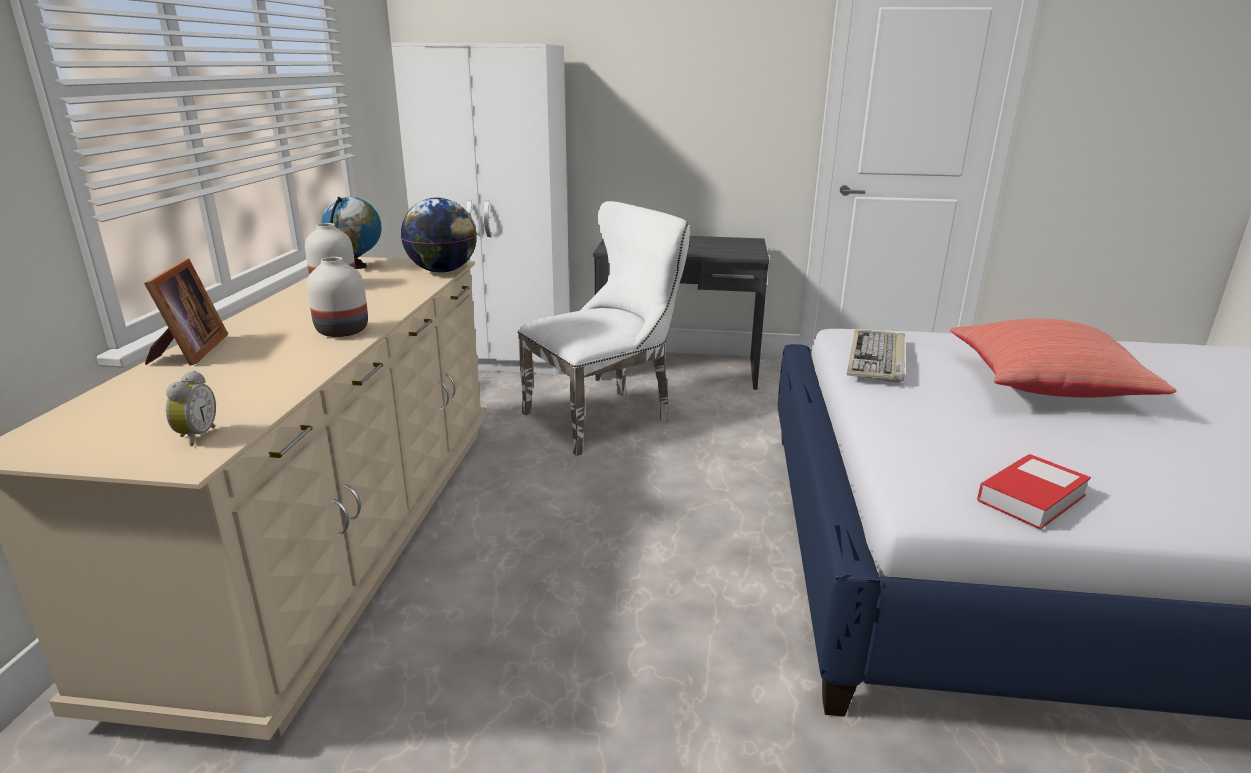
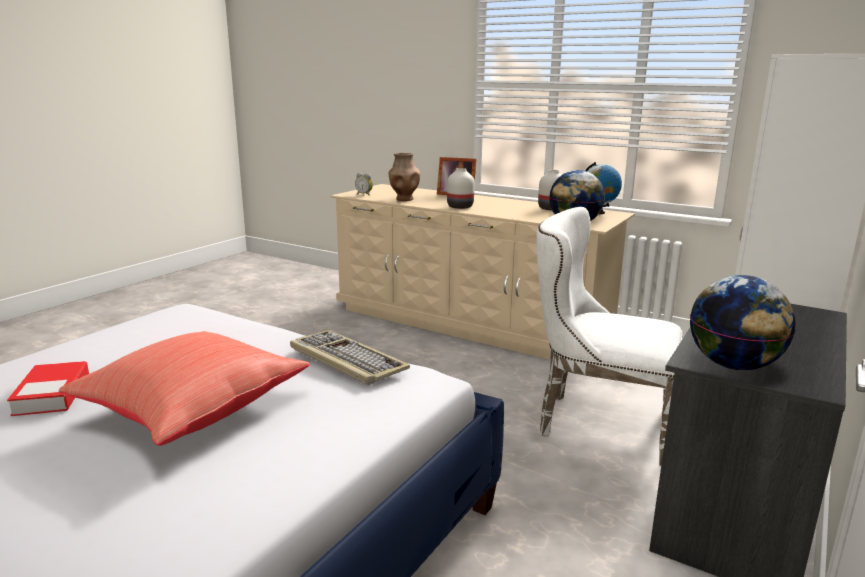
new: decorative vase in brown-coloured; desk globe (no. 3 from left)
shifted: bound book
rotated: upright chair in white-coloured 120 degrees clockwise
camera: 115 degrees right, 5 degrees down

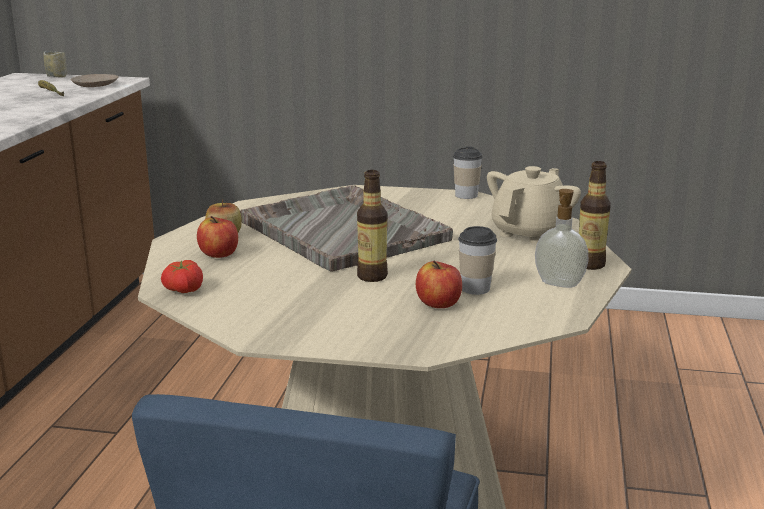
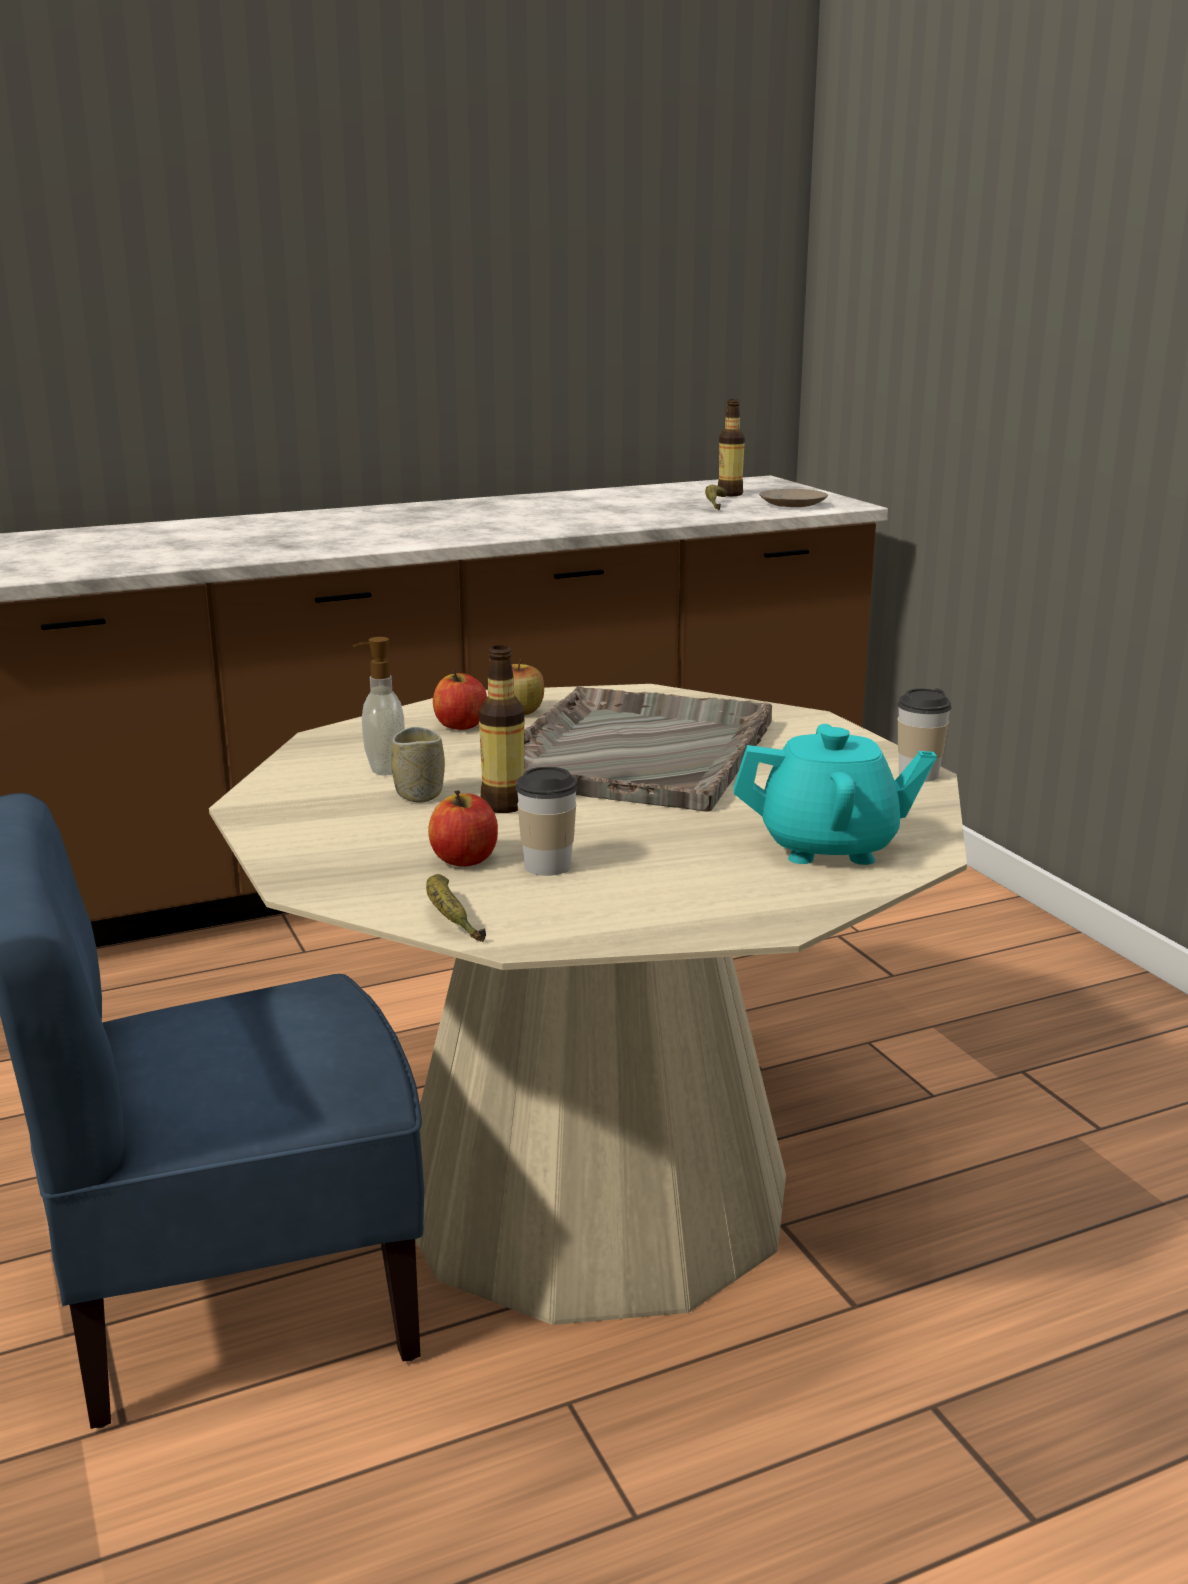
gone: tomato
new: banana (no. 1 from left)
shifted: soap bottle; cup (no. 1 from left); bottle (no. 2 from left)
repainted: pot for tea in beige-coloured to pot for tea in turquoise
camera: 55 degrees right, 0 degrees up

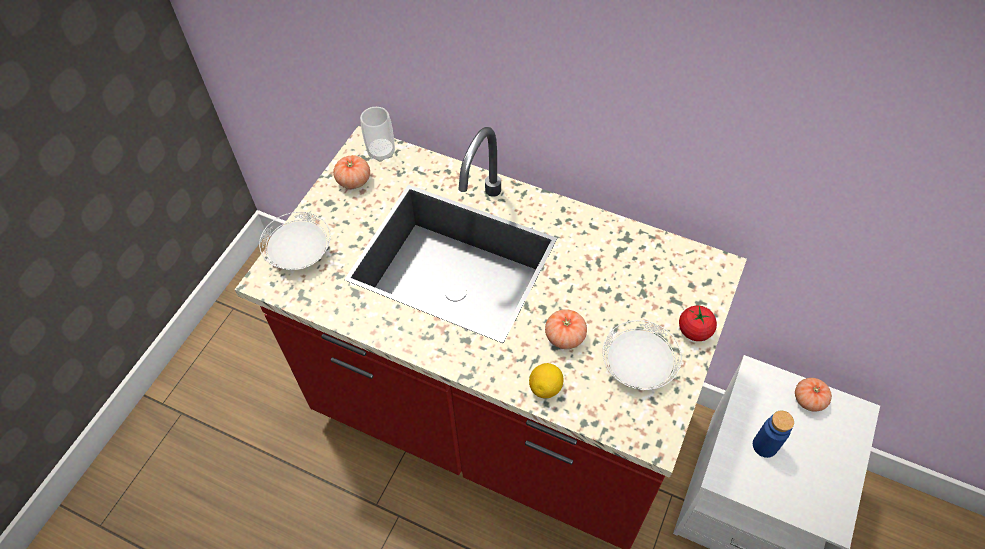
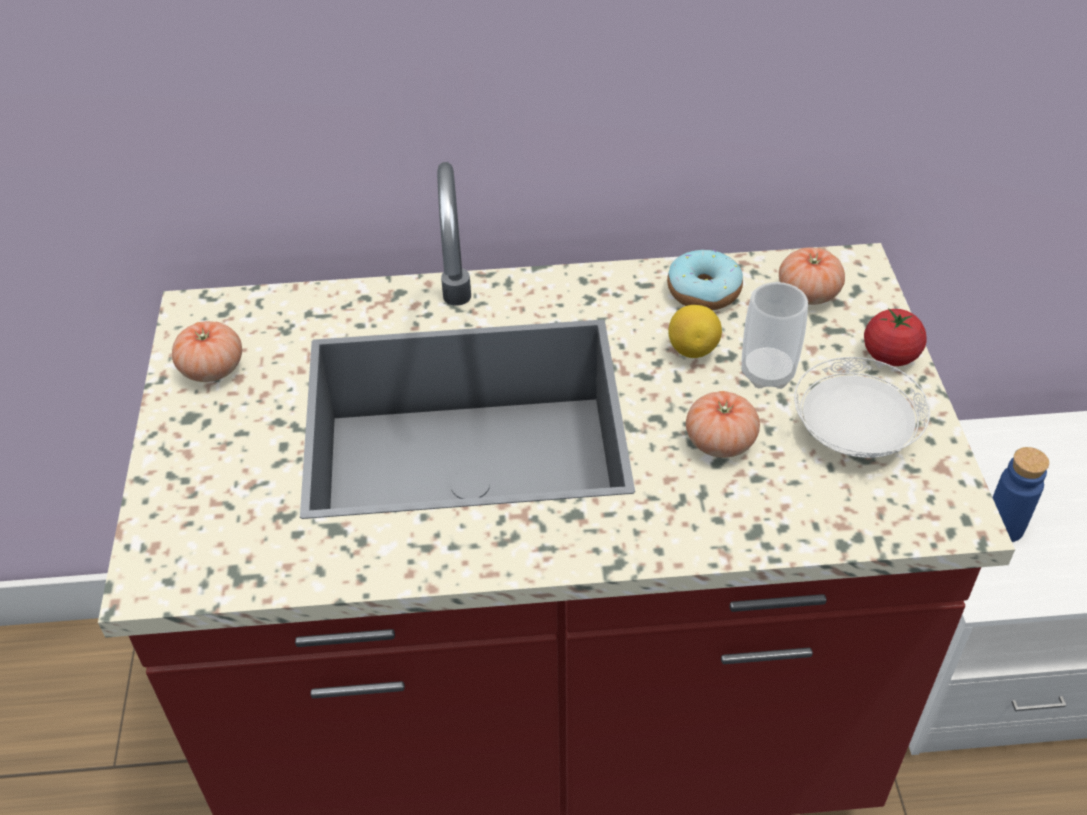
gone: flat dish in white-coloured (no. 1 from left)
new: doughnut
shifted: citrus fruit; cup; tomato (no. 4 from left in the first image) to tomato (no. 3 from left)
camera: 30 degrees left, 10 degrees down

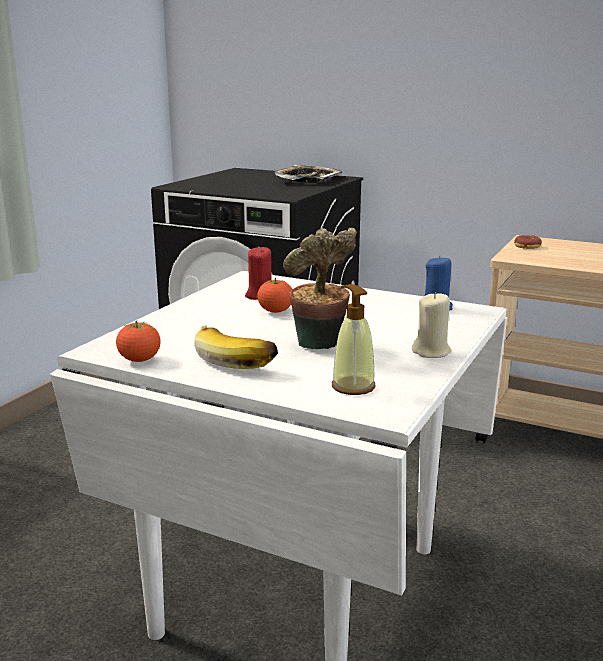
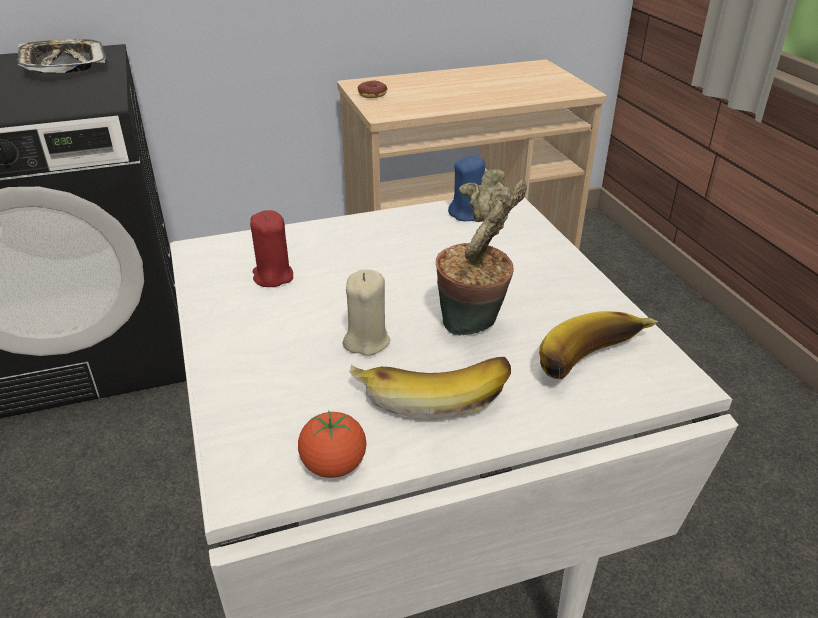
gone: tomato (no. 2 from left)
shifted: candle in beige-coloured
swapped: soap bottle to banana (no. 2 from left)
camera: 45 degrees left, 15 degrees up

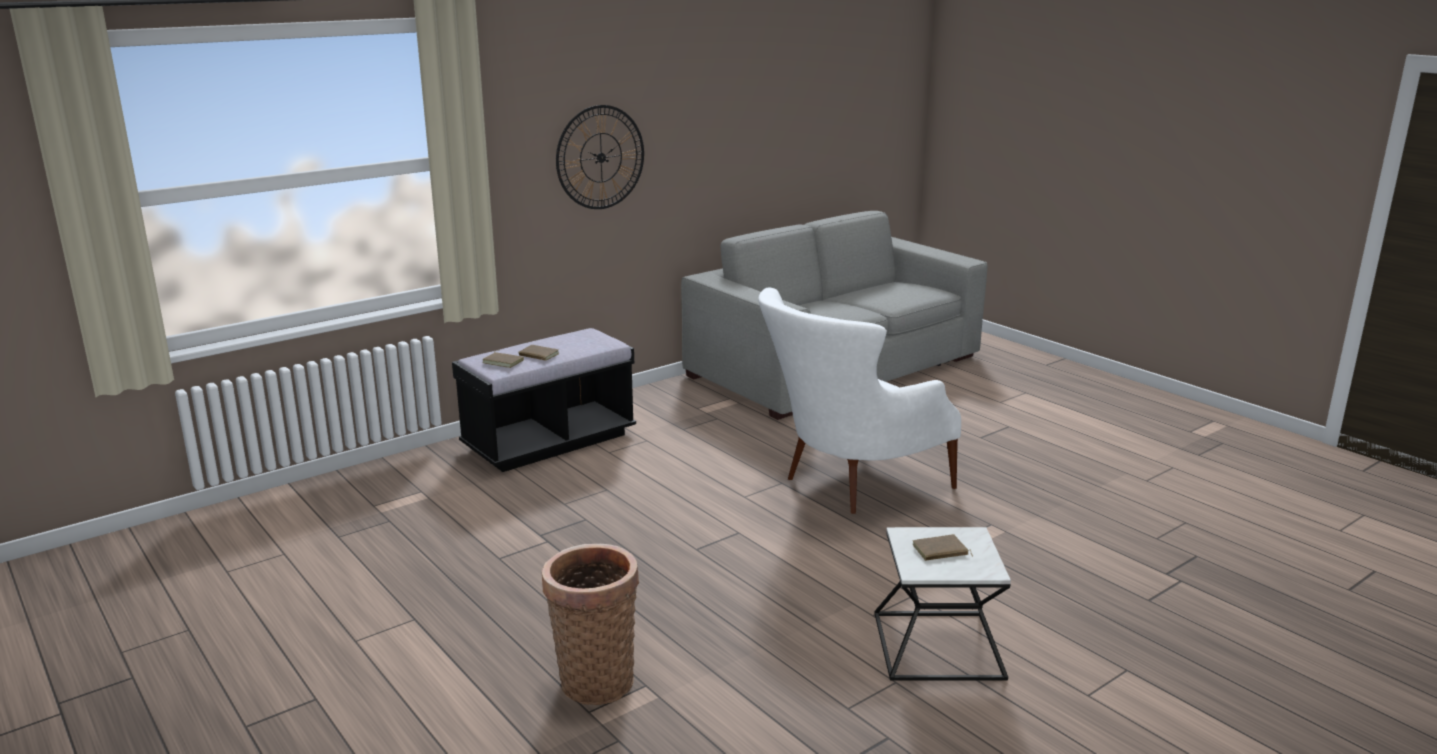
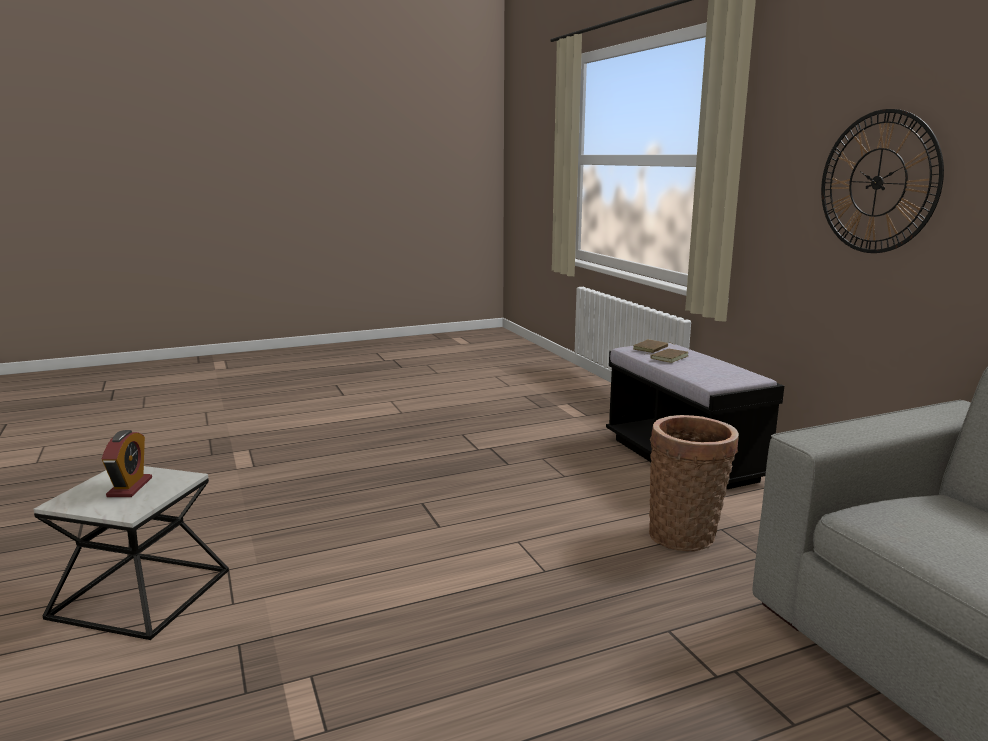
gone: easy chair in white-coloured
shifted: basket
swapped: bound book in brown-coloured (no. 3 from left) to alarm clock
camera: 105 degrees right, 5 degrees down

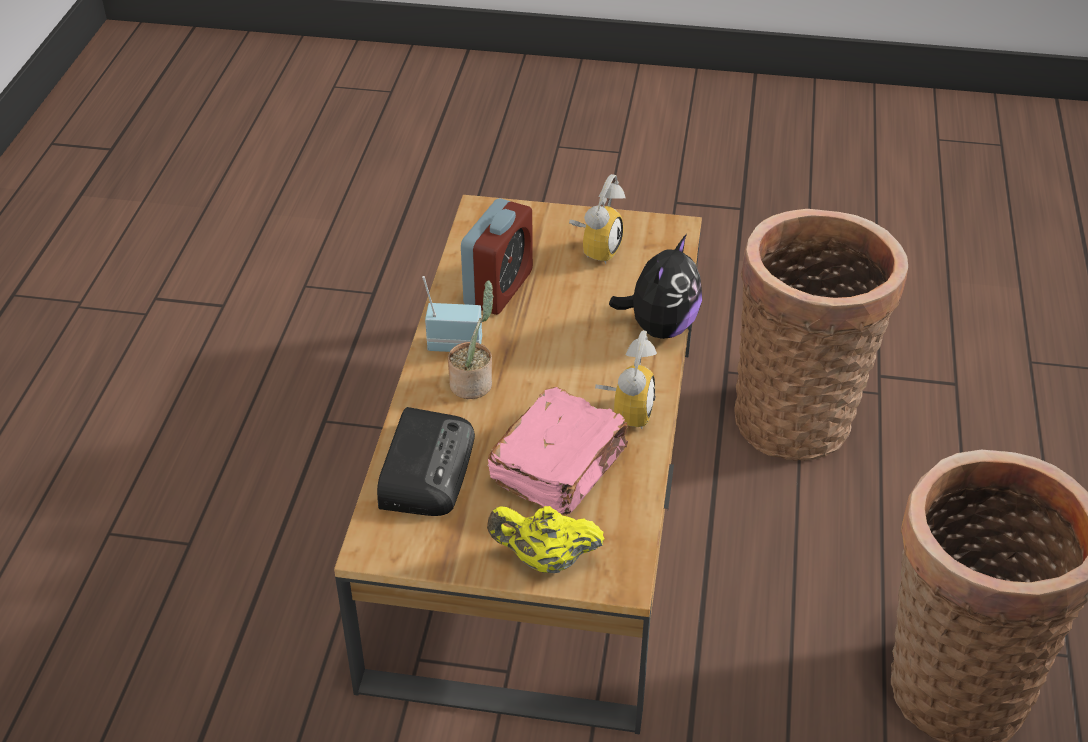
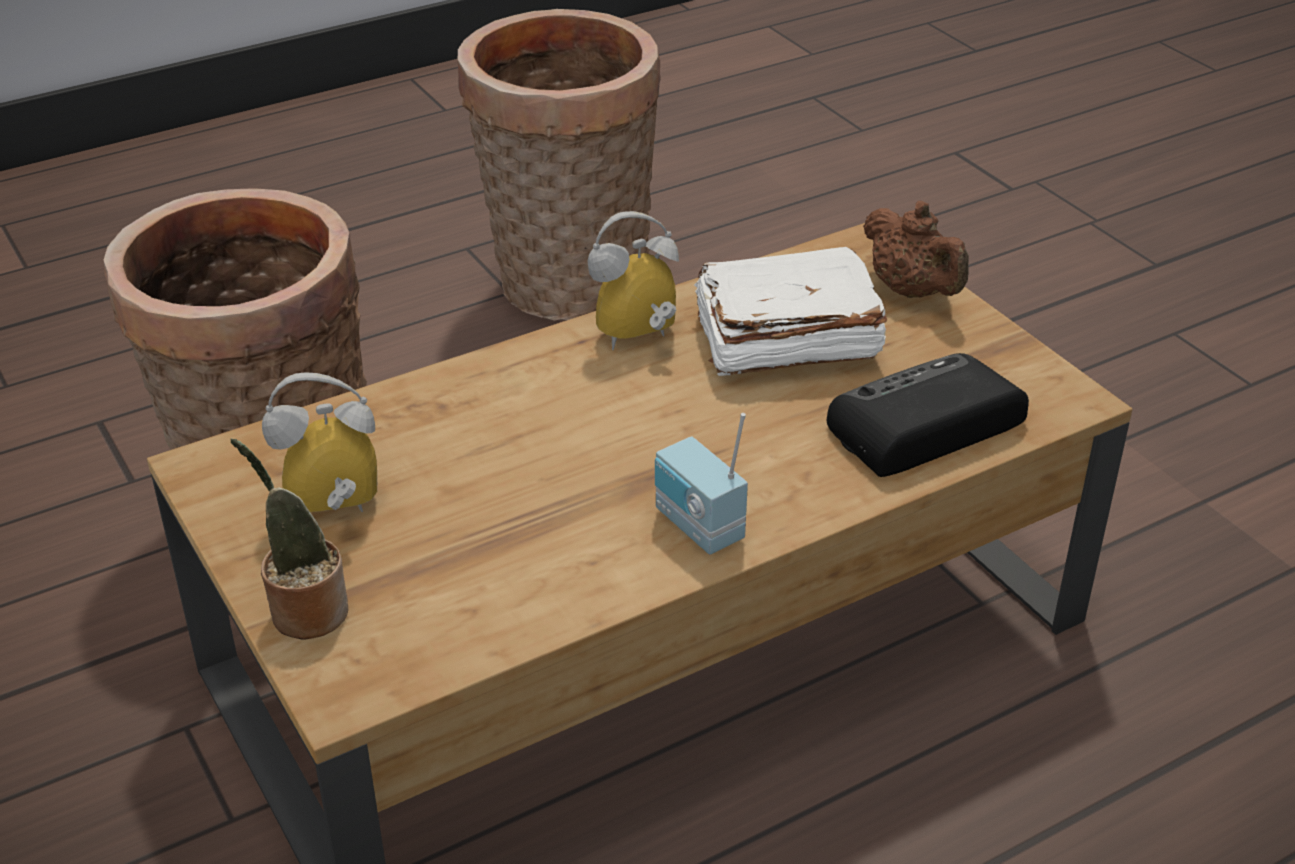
gone: alarm clock (no. 1 from left); cuddly toy
shifted: plant in a pot
repainted: bound book in pinkish to bound book in white-coloured; pot for tea in yellowish to pot for tea in brown-coloured
camera: 130 degrees left, 5 degrees down

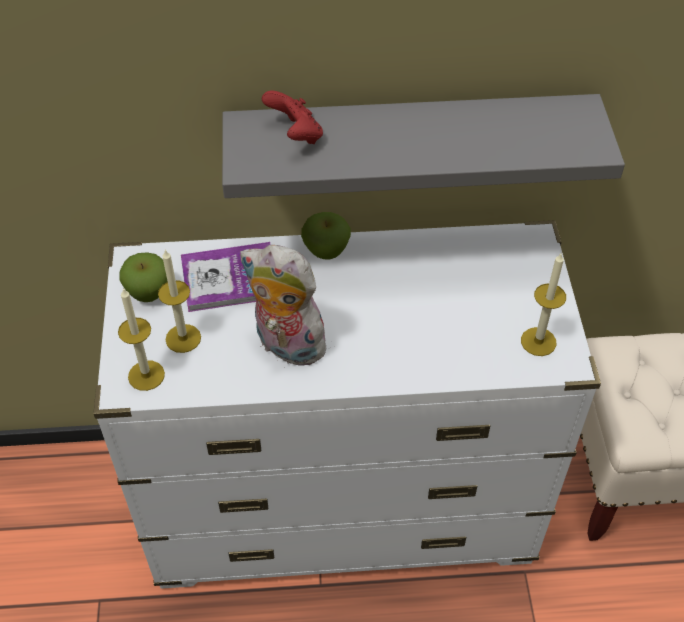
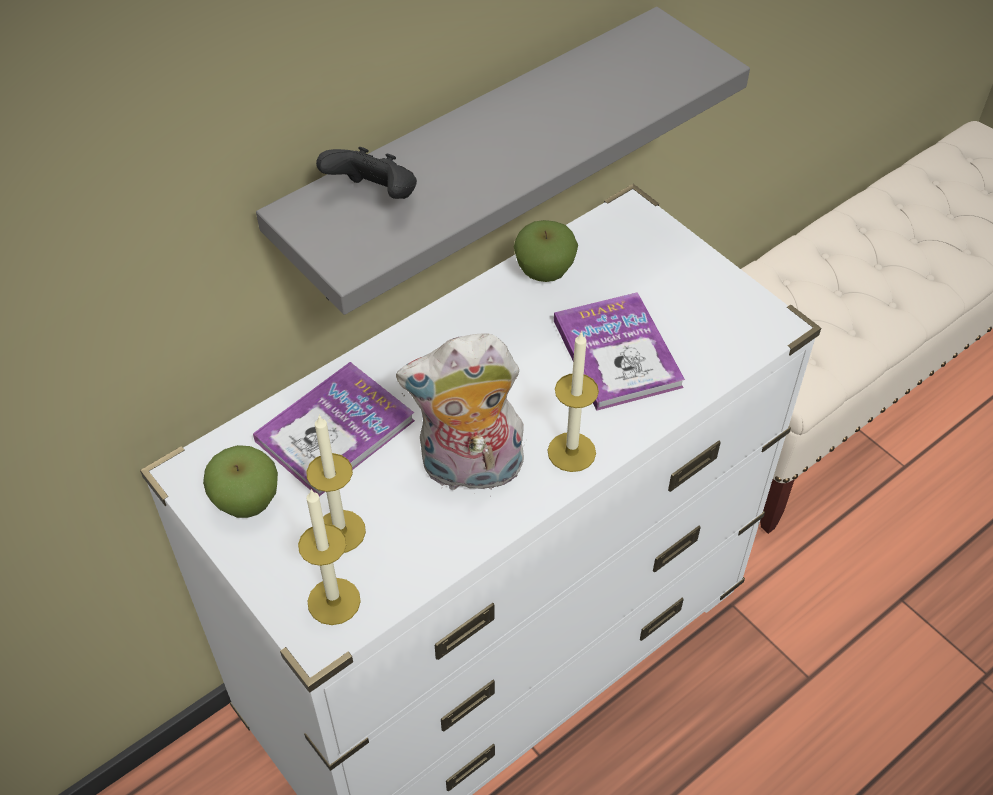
new: bound book (no. 2 from left)
shifted: apple fruit (no. 2 from left); candle (no. 3 from left)
repainted: joypad in reddish to joypad in blackish
camera: 35 degrees left, 0 degrees up

